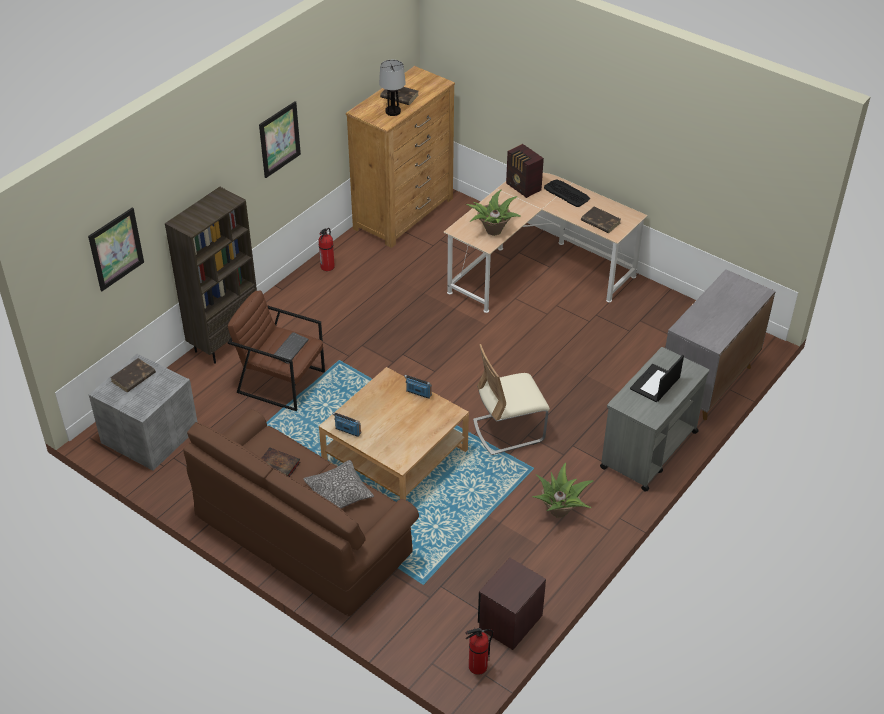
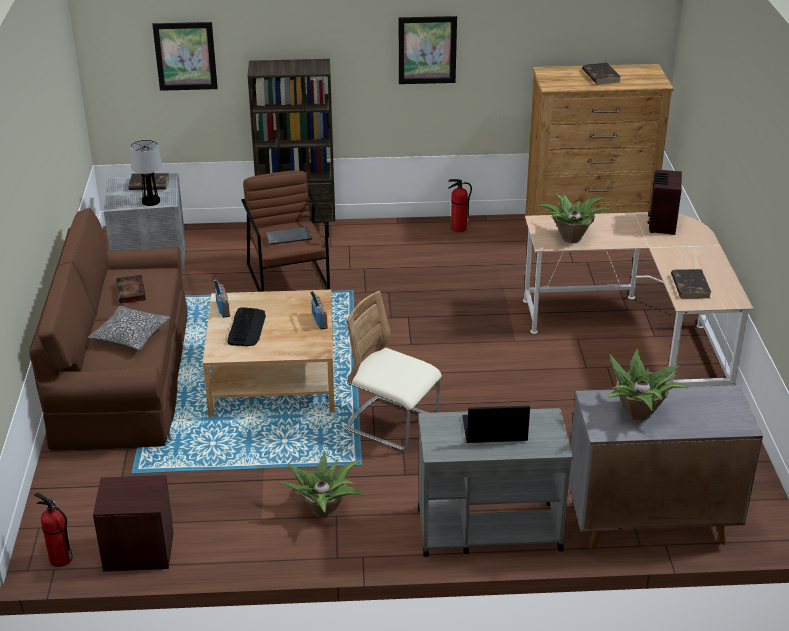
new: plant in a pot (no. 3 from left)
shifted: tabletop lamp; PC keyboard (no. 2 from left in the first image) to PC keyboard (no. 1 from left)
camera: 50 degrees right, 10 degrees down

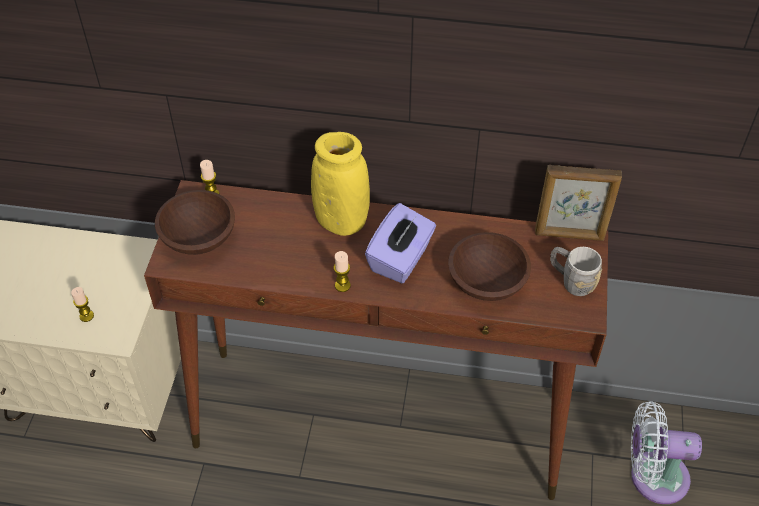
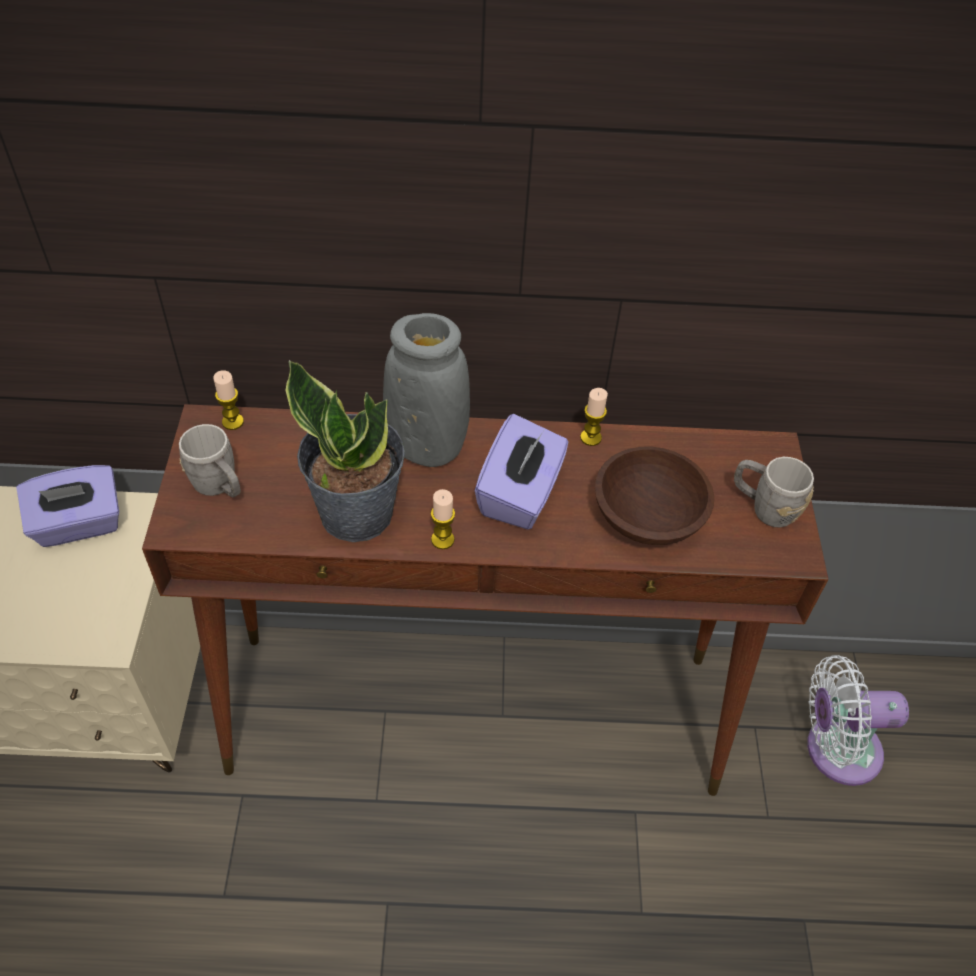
gone: photo frame
new: tissue holder in purple-coloured (no. 1 from left); plant in a pot
shifted: candle (no. 1 from left in the first image) to candle (no. 3 from left)
swapped: serving bowl in brown-coloured (no. 1 from left) to coffee mug in gray (no. 1 from left)
repainted: decorative vase in yellowish to decorative vase in gray
camera: 10 degrees left, 0 degrees up

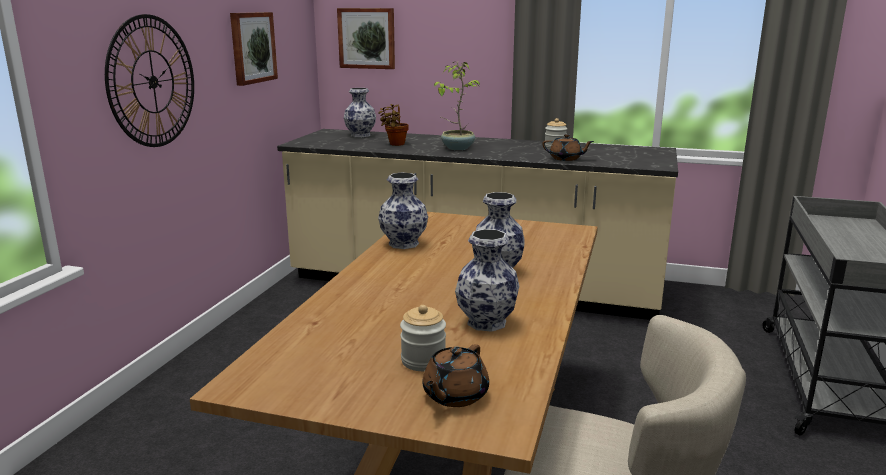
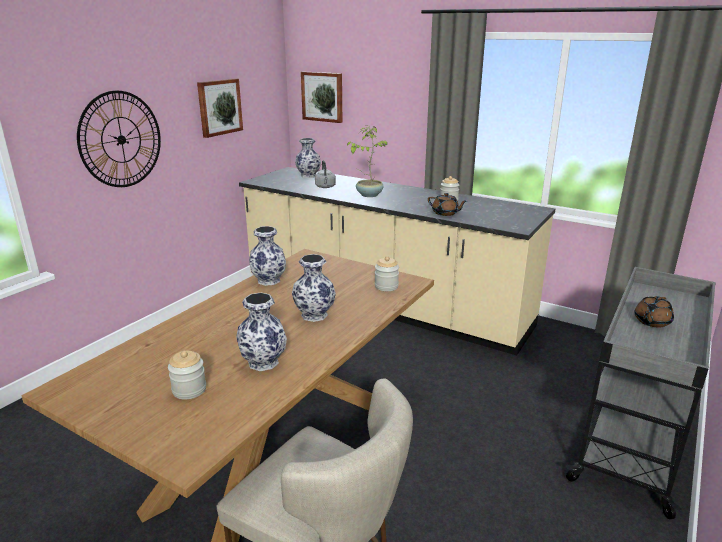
new: jar (no. 2 from left)
shifted: pot for tea in brown-coloured (no. 1 from left in the first image) to pot for tea in brown-coloured (no. 2 from left)
swapped: plant in a pot (no. 1 from left) to tea kettle in gray
camera: 15 degrees right, 5 degrees up

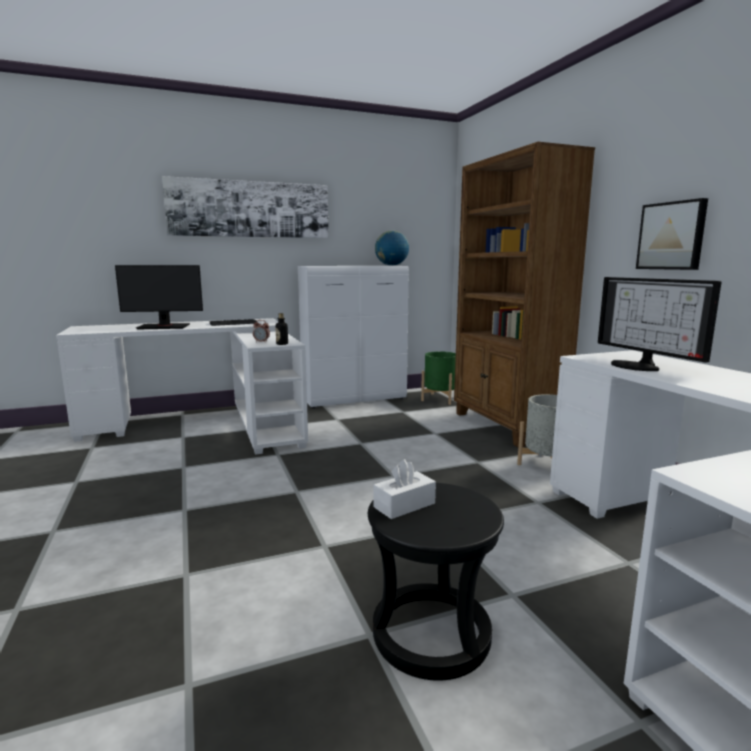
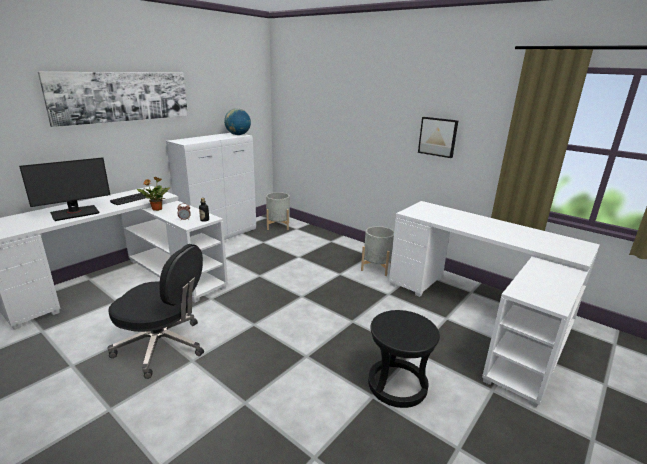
gone: tissue holder in white-coloured; shelving unit in brown-coloured; monitor (no. 2 from left)
new: desk chair in blackish; plant in a pot
repainted: flower pot in green-coloured to flower pot in gray (no. 1 from left)
camera: 30 degrees left, 10 degrees up

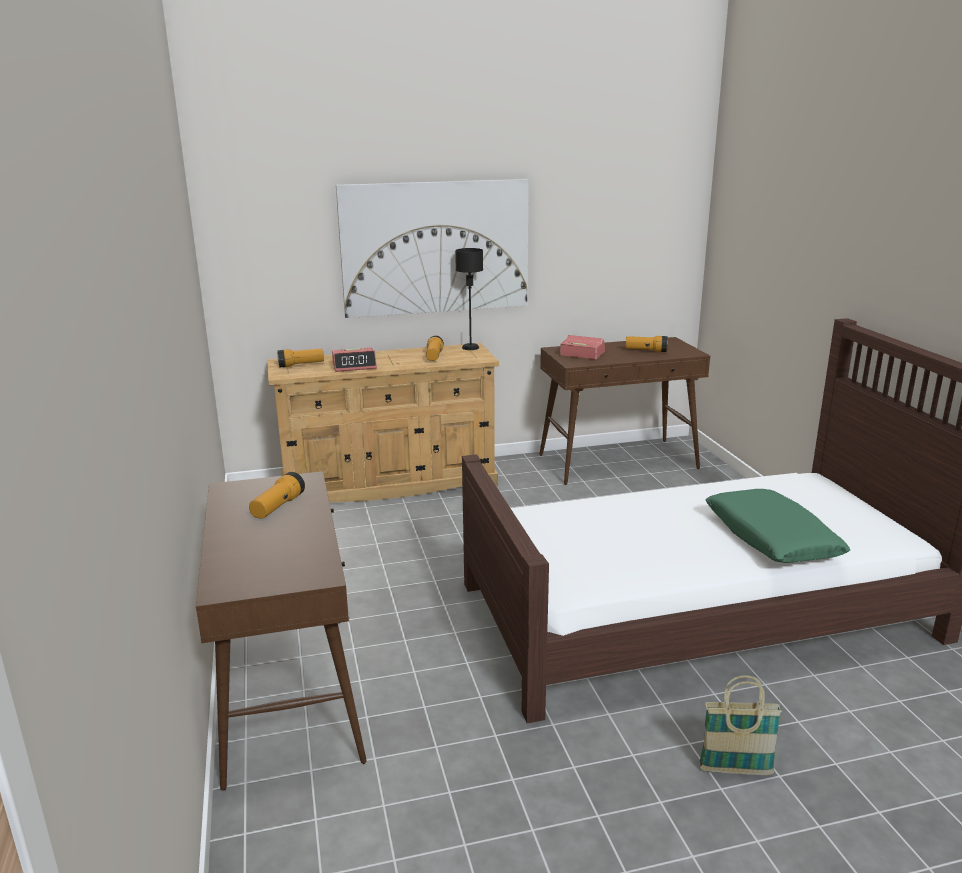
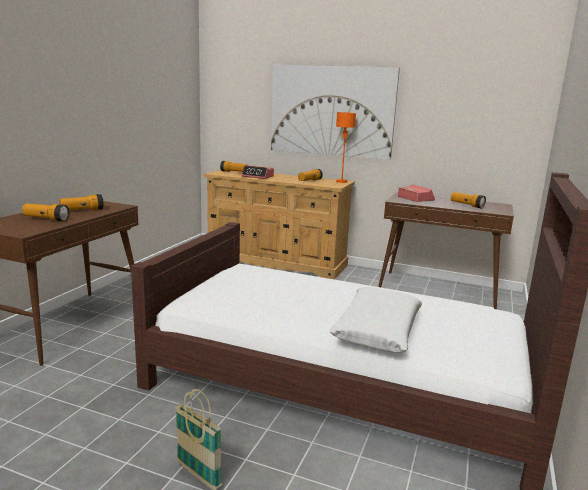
new: torch (no. 1 from left)
repainted: cushion in green-coloured to cushion in white-coloured; tabletop lamp in blackish to tabletop lamp in orangey
camera: 35 degrees right, 5 degrees down

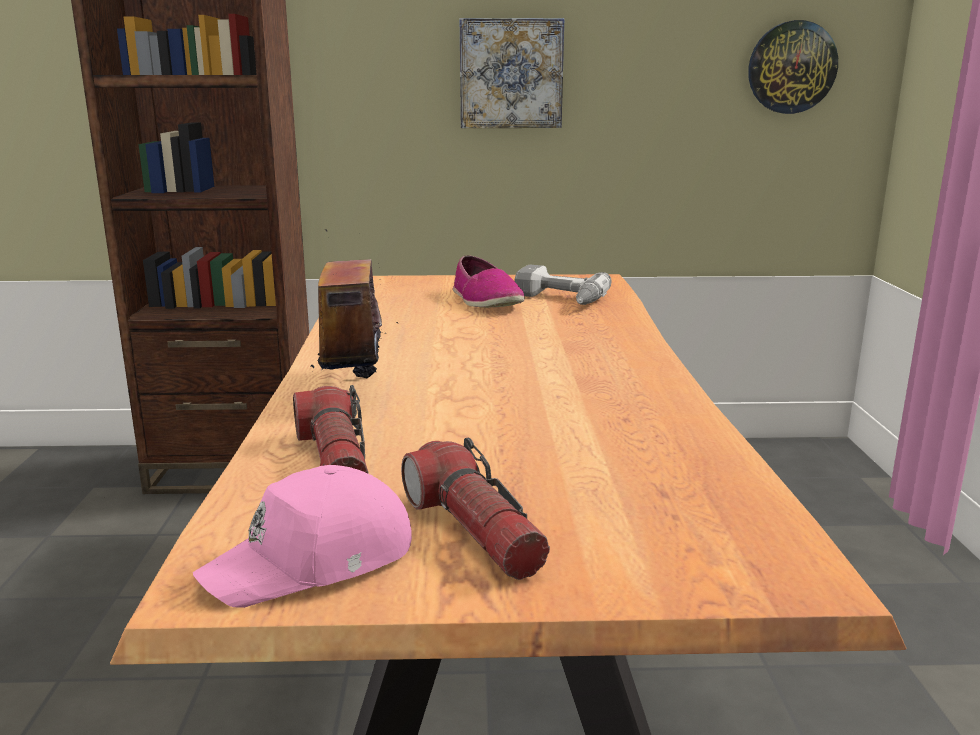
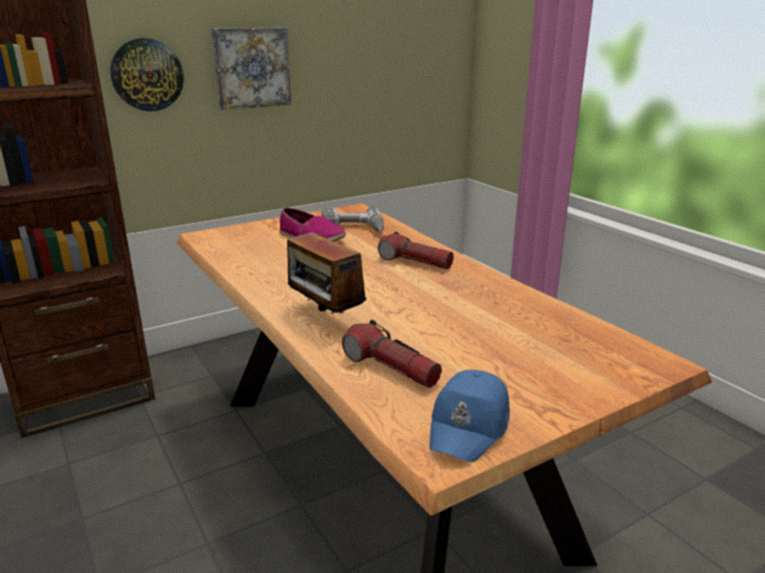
shifted: hanging clock; torch (no. 2 from left)
repainted: peaked cap in pinkish to peaked cap in bluish
camera: 30 degrees left, 5 degrees up

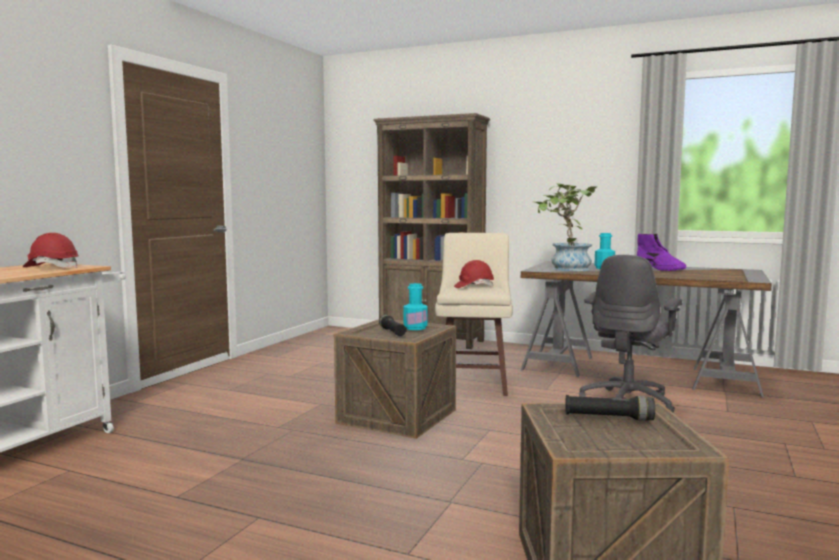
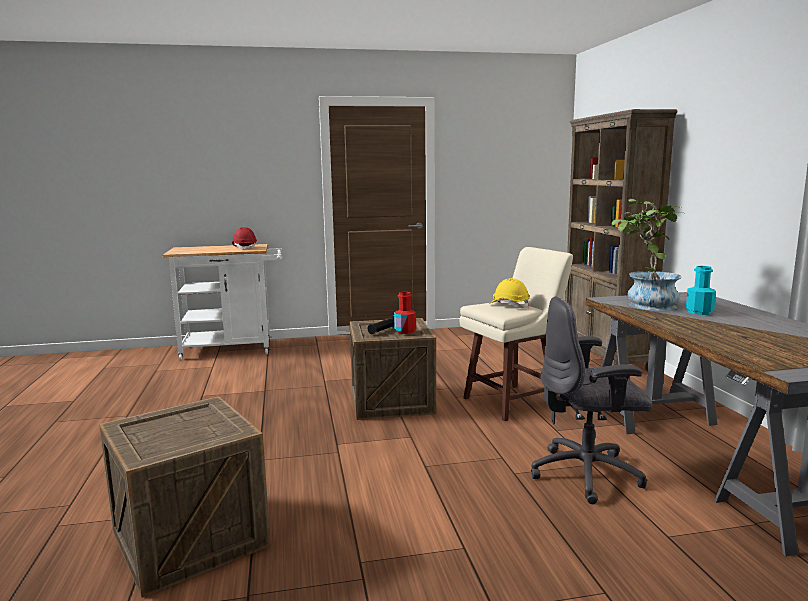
gone: torch in blackish (no. 2 from left); tall boot in purple-coloured
repainted: bottle in turquoise (no. 1 from left) to bottle in reddish; safety helmet in reddish (no. 2 from left) to safety helmet in yellowish
camera: 55 degrees right, 5 degrees up

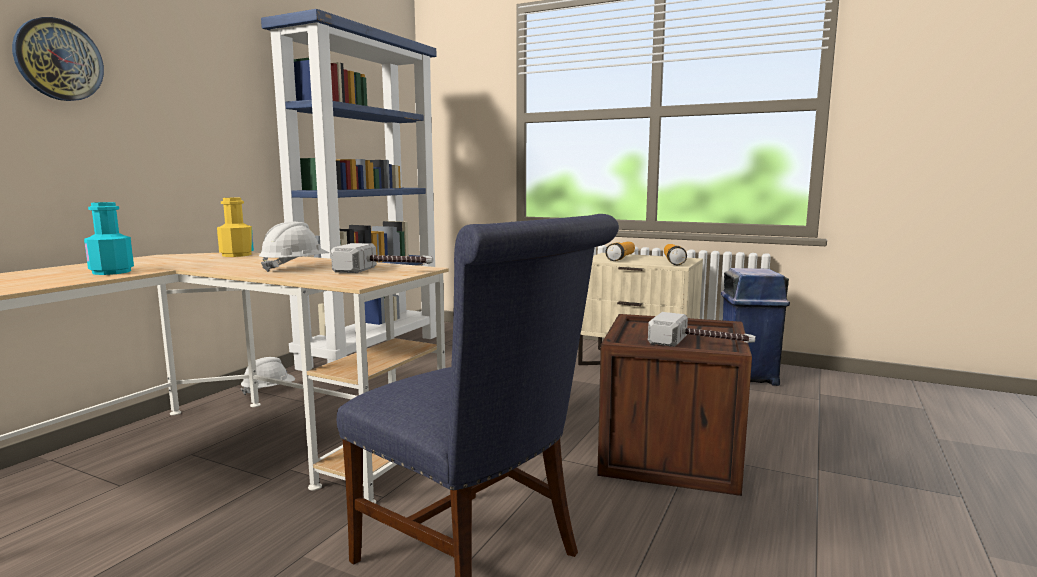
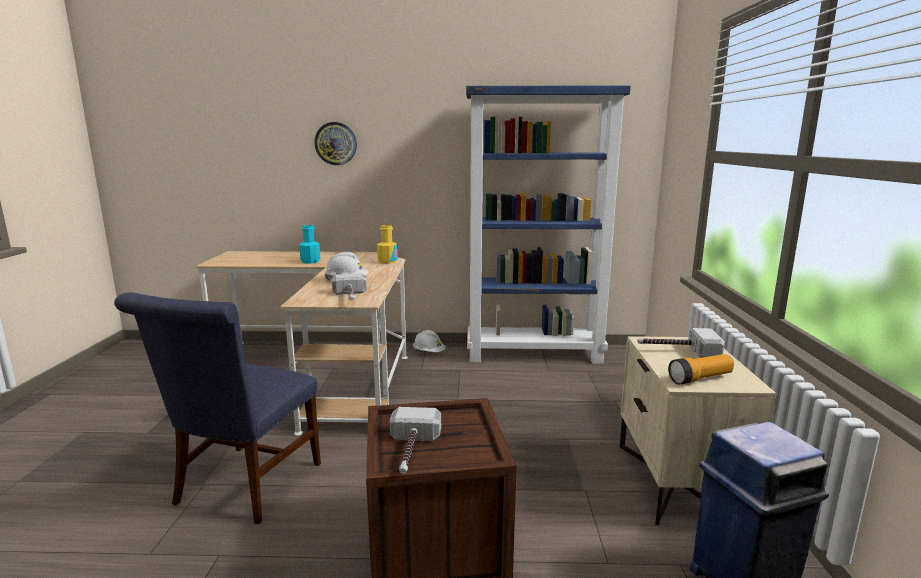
swapped: torch (no. 1 from left) to hammer (no. 3 from left)
camera: 65 degrees right, 5 degrees up

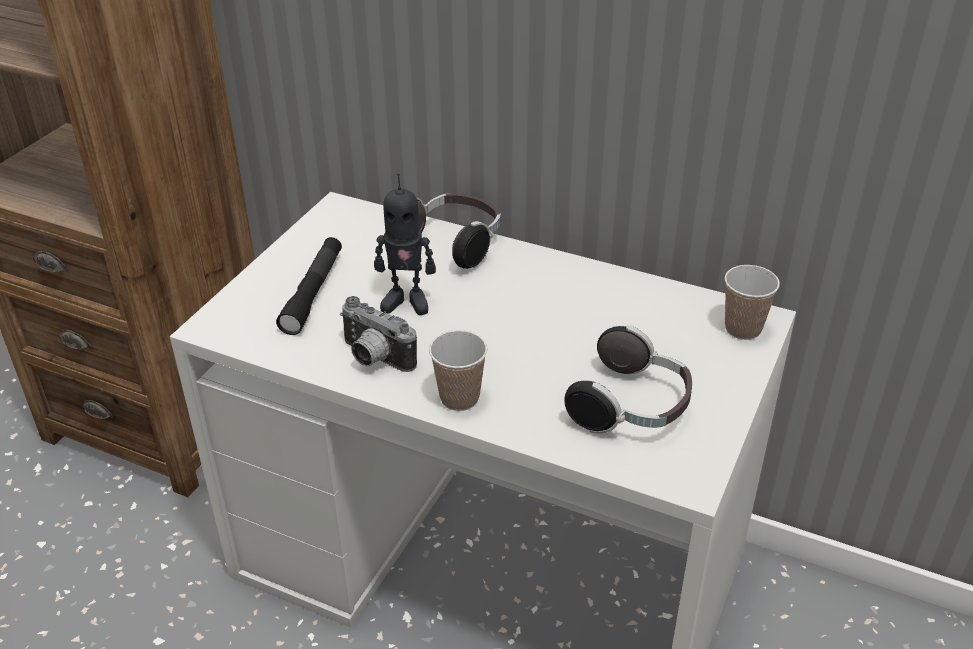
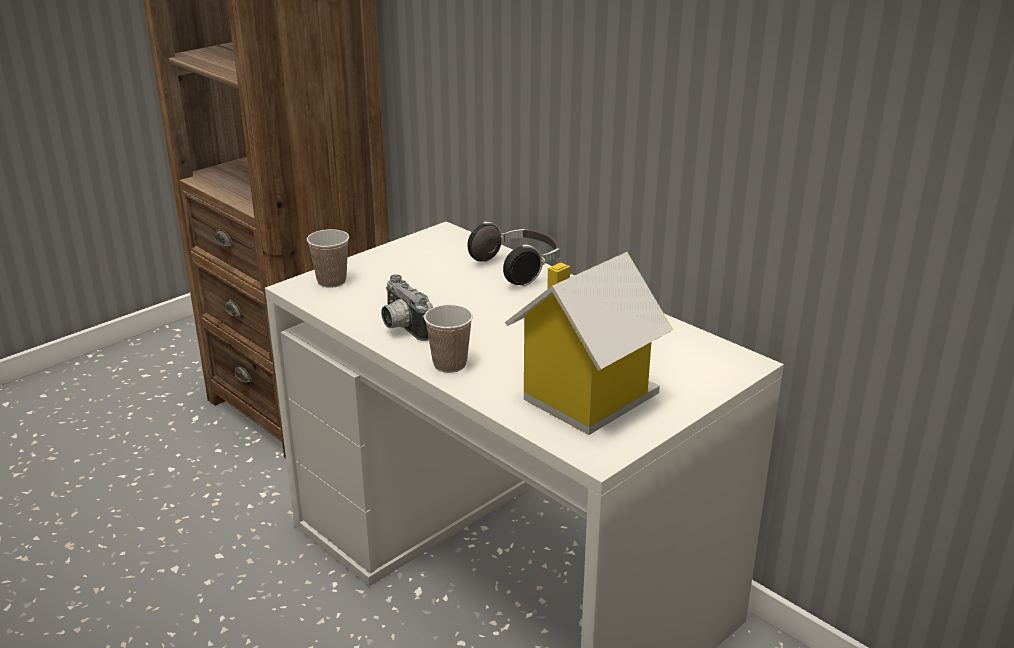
gone: torch in blackish; model robot
shifted: cup (no. 2 from left in the first image) to cup (no. 1 from left)
swapped: headset (no. 2 from left) to model house
camera: 20 degrees right, 10 degrees down

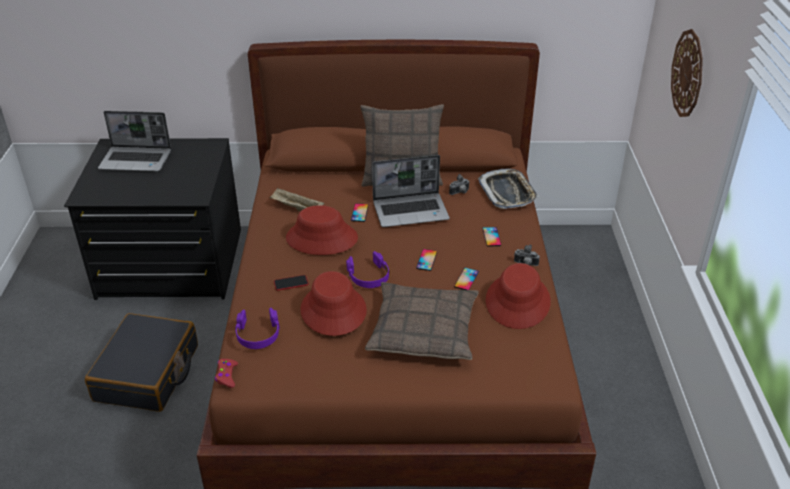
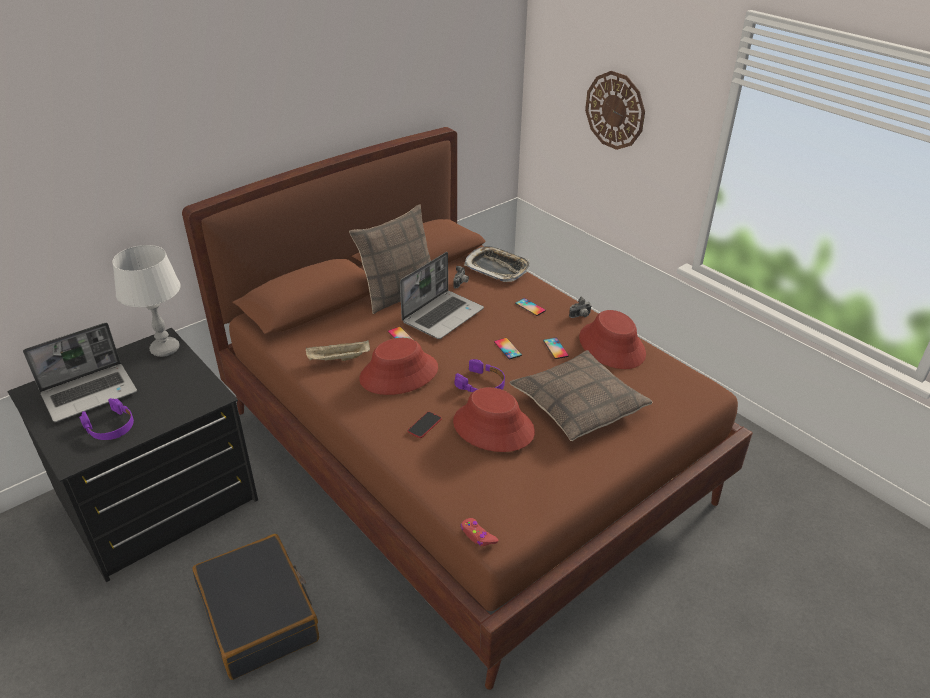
new: tabletop lamp in gray
shifted: headset in purple-coloured (no. 1 from left)
camera: 40 degrees left, 0 degrees up

